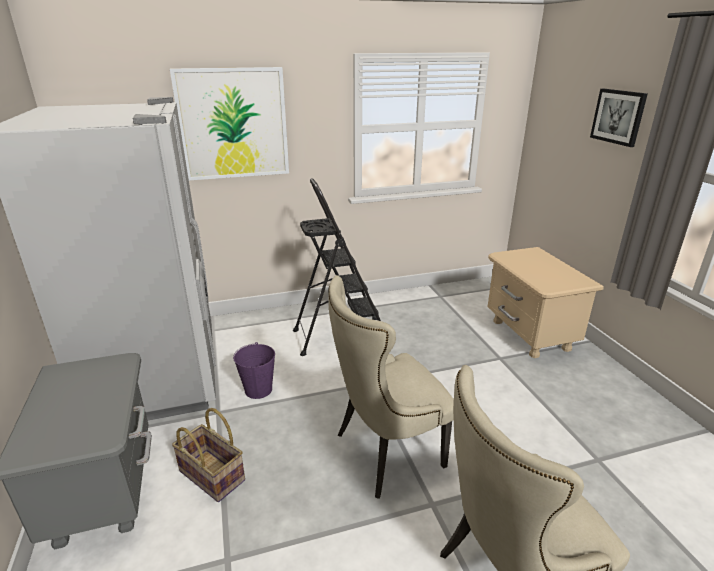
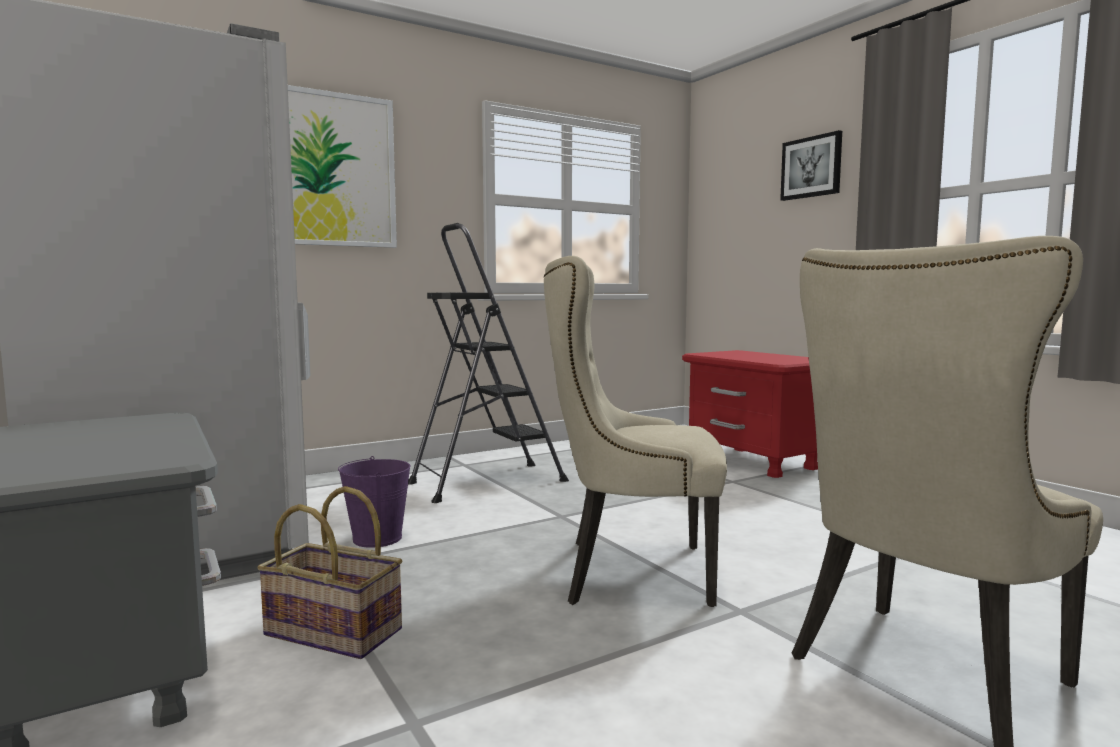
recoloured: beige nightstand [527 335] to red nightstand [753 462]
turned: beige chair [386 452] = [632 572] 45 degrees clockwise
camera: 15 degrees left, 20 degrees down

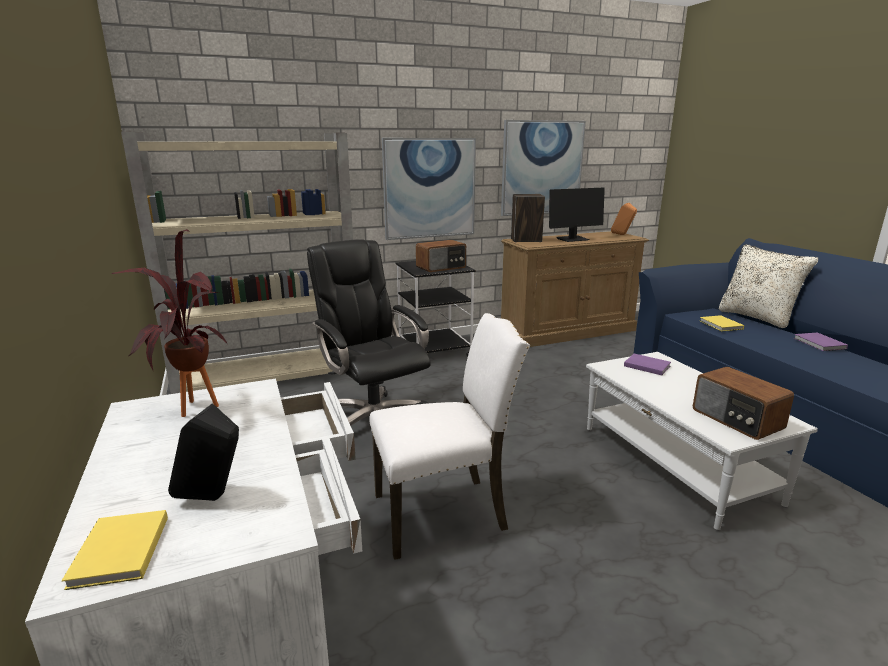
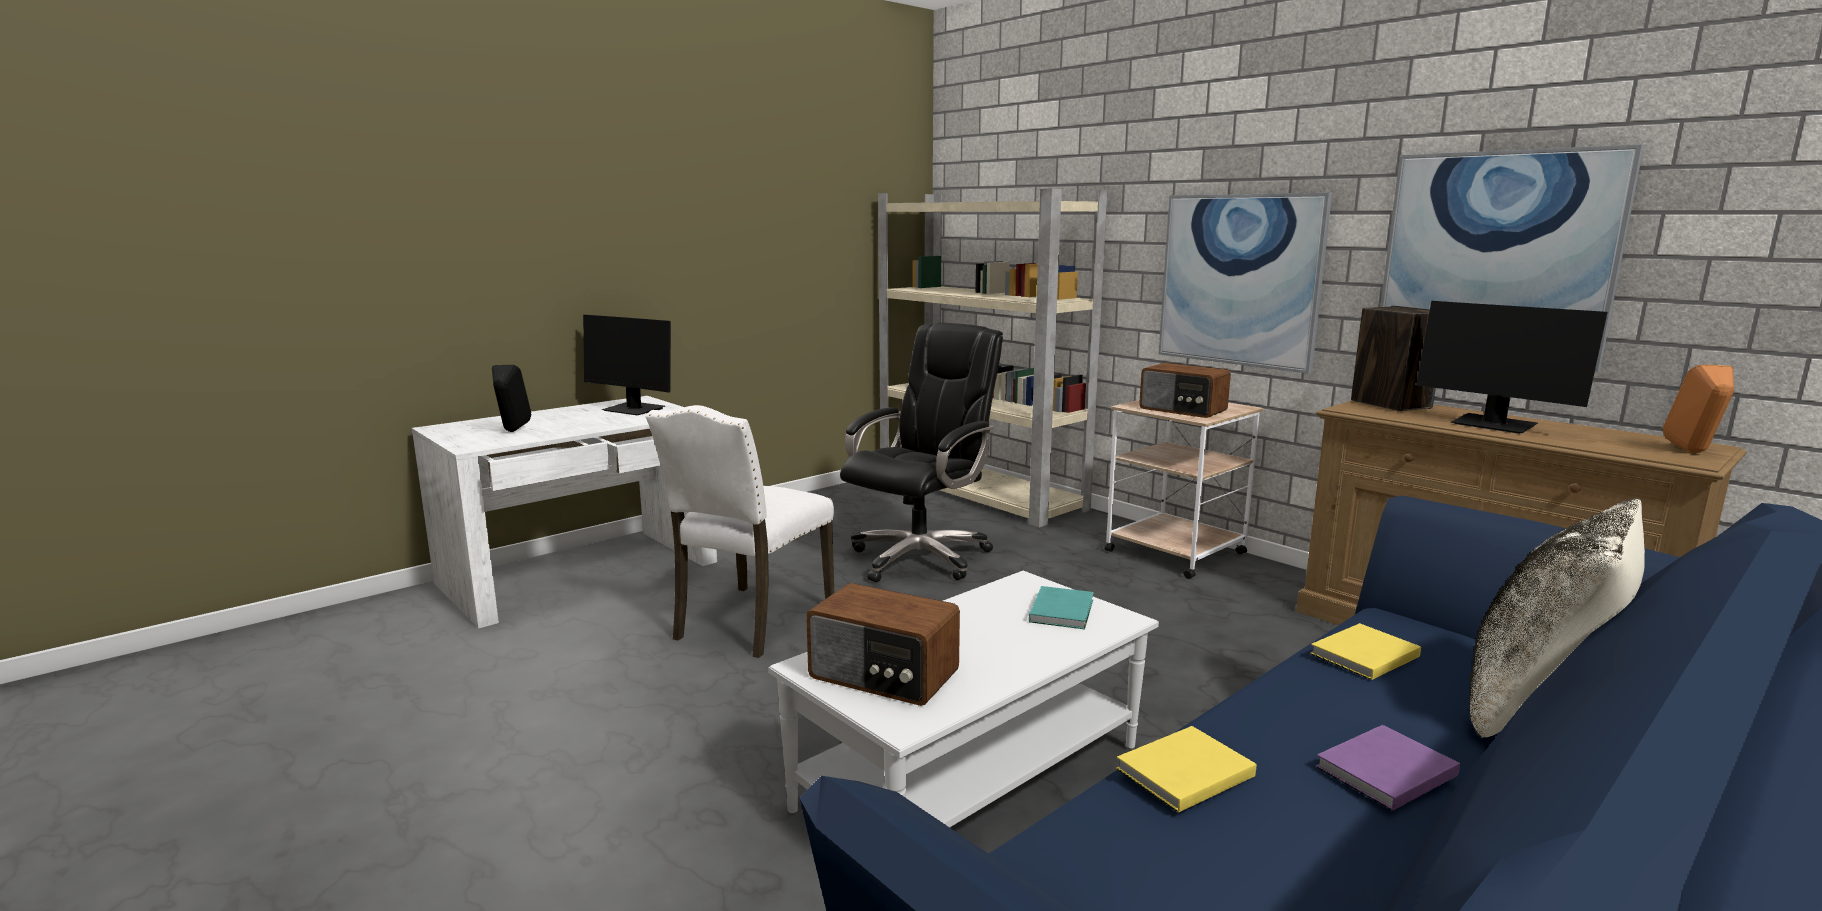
moved: yellow book [118 553] to [1181 772]
replaced: potted plant [191 413] to monitor [633 410]
recoloured: black cart [436 350] to beige cart [1177 553]; purple book [646 365] to turquoise book [1063 610]
turned: white chair [443 513] = [750 622] 60 degrees clockwise; radio [736 419] = [883 675] 105 degrees counterclockwise
camera: 70 degrees right, 5 degrees down

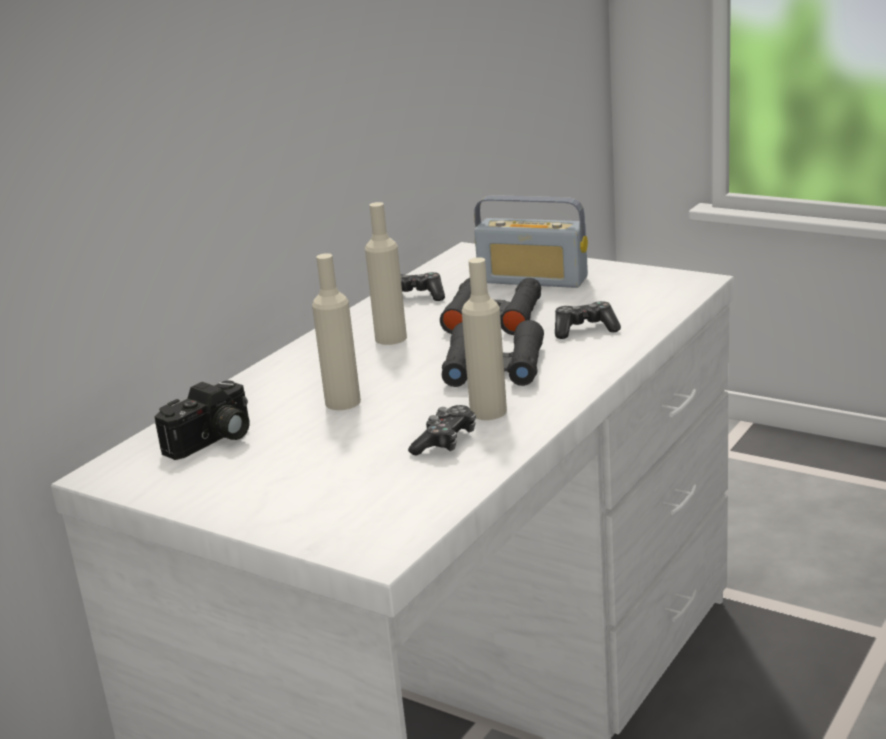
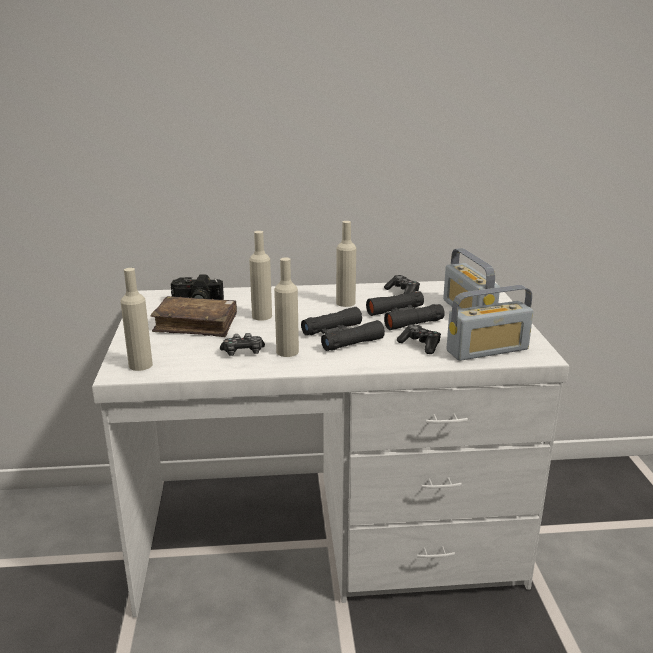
added: beige bottle [140 365]; brown book [196 325]; radio [487 350]
camera: 50 degrees right, 0 degrees up

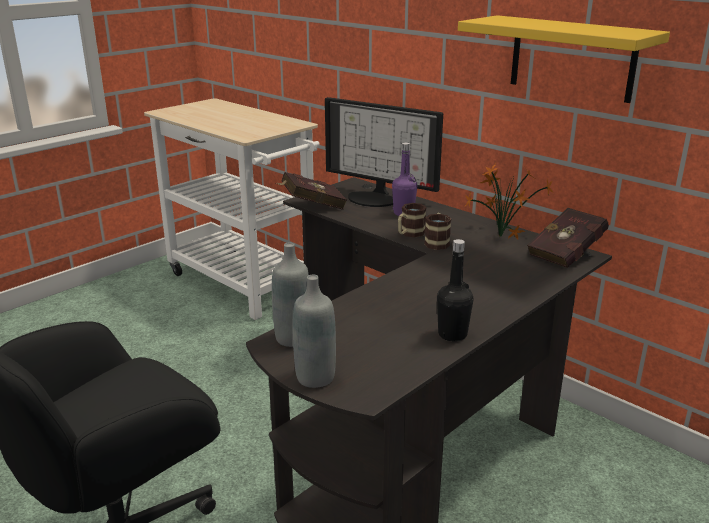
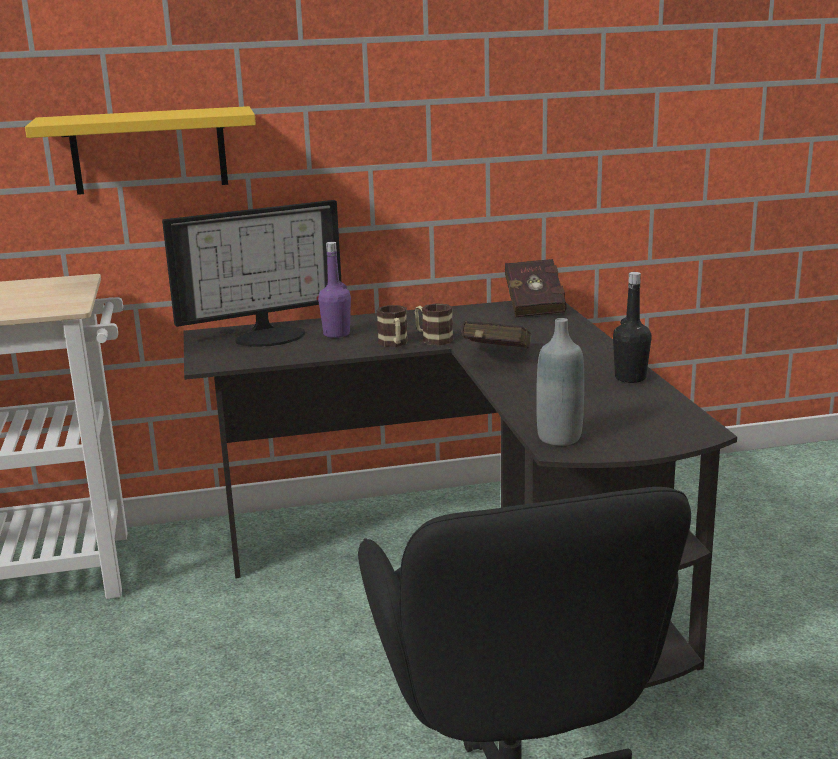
removed: grey bottle [315 377]; potted plant [499 236]
moved: red book [311 206] to [495 359]; yellow shelf [572 58] to [149 150]
camera: 55 degrees left, 5 degrees down

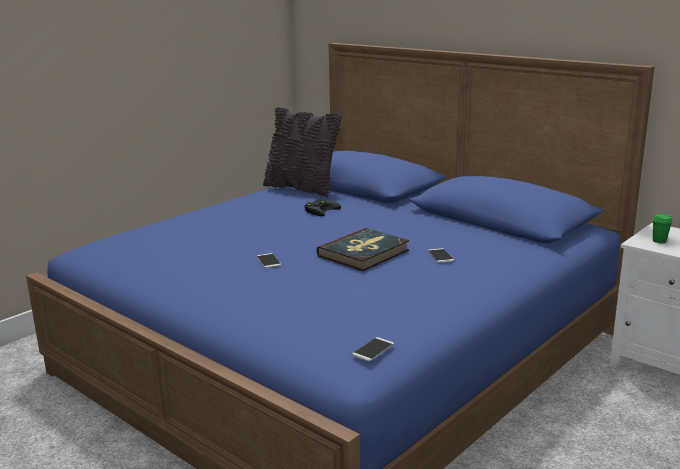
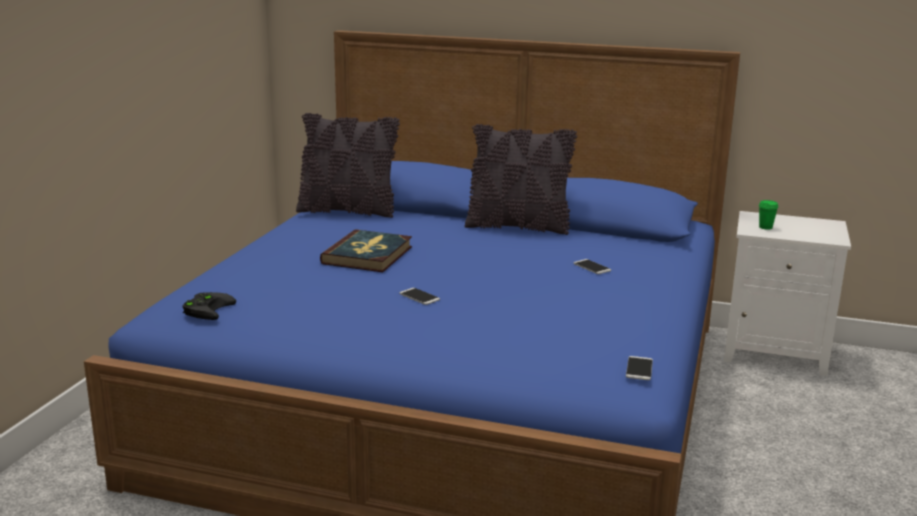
added: black pillow [518 227]
moved: black game controller [321 209] to [207 308]; book [364 253] to [368 255]
camera: 25 degrees left, 0 degrees up

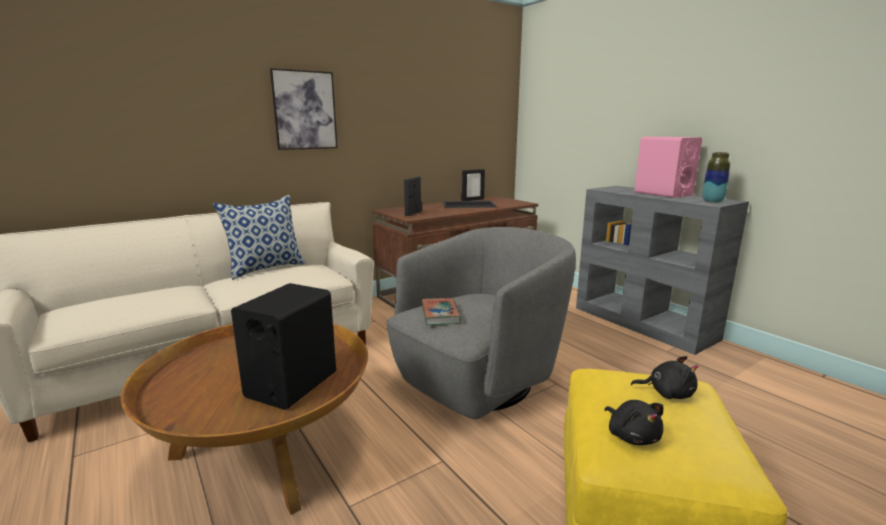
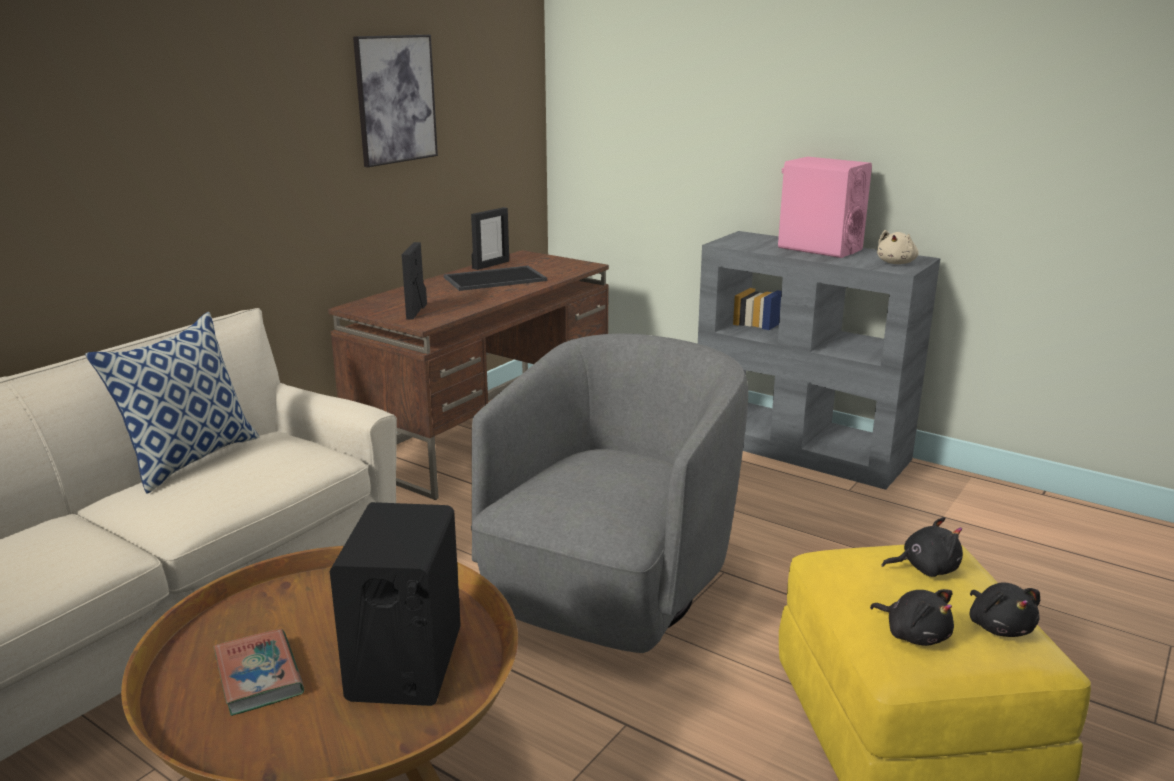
added: black plush toy [999 627]
moved: picture [304 110] to [395 99]; book [440 315] to [259 676]
replaced: vase [712 201] to beige plush toy [896 263]
camera: 20 degrees left, 5 degrees up

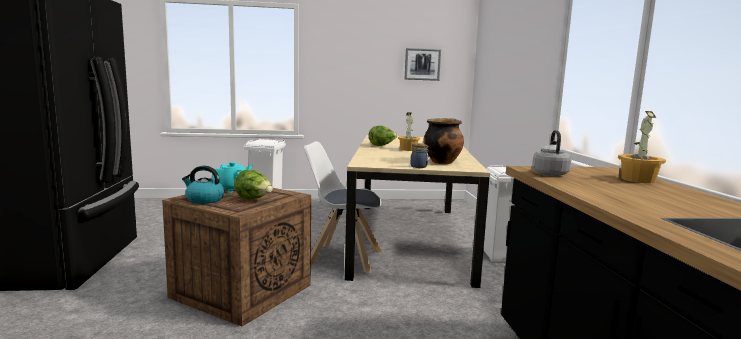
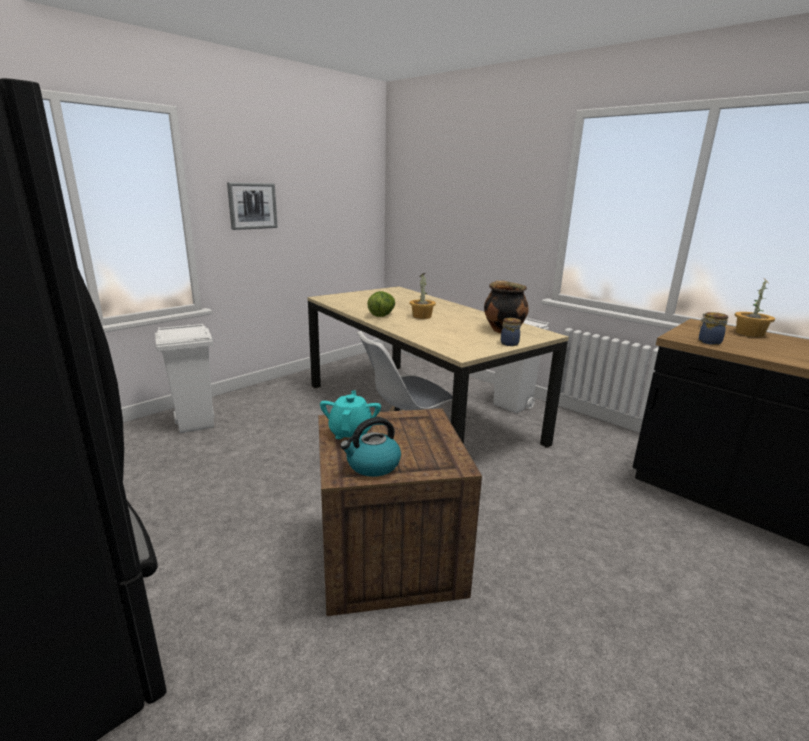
removed: lettuce [254 199]
moved: picture [422 64] to [252 206]
replaced: grey kettle [549 174] to jar [708 341]
camera: 40 degrees left, 10 degrees up

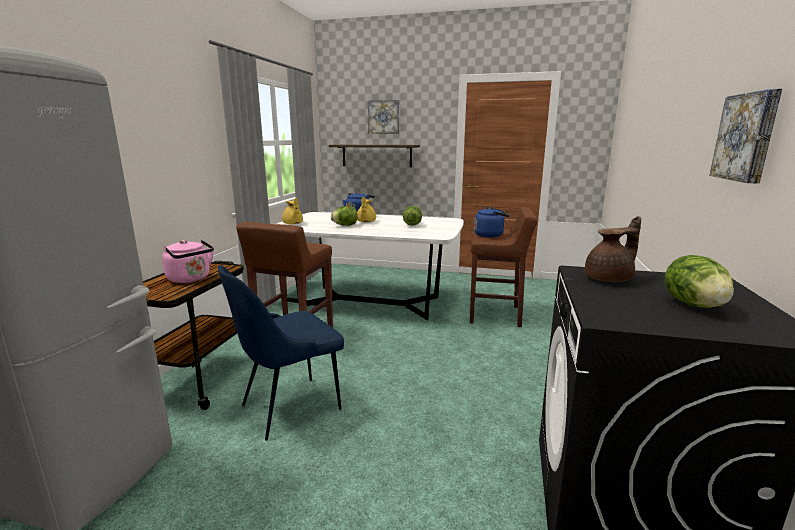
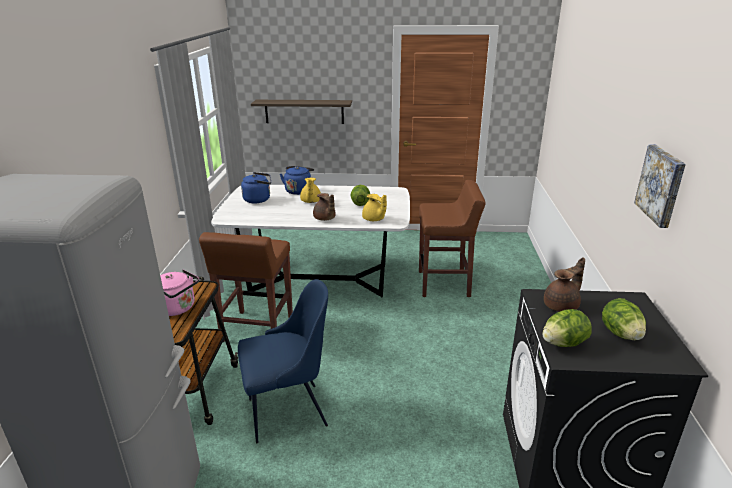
removed: picture [384 117]
added: brown teapot [325 219]
moved: yellow teapot [293 224] to [374 219]; lettuce [345 225] to [563 343]; blue kettle [490 235] to [259 199]
turned: blue chair [290 408] = [288 412] 150 degrees counterclockwise
camera: 10 degrees left, 10 degrees up

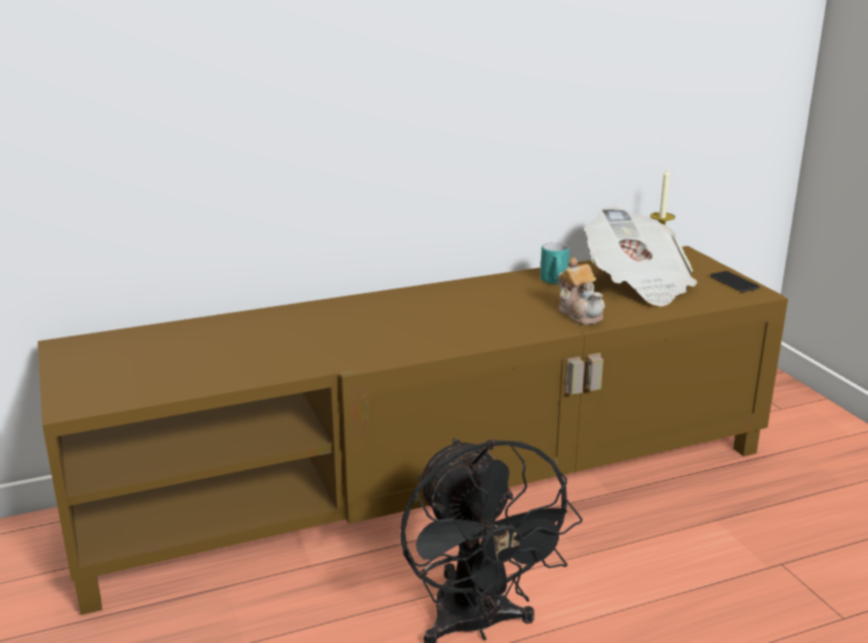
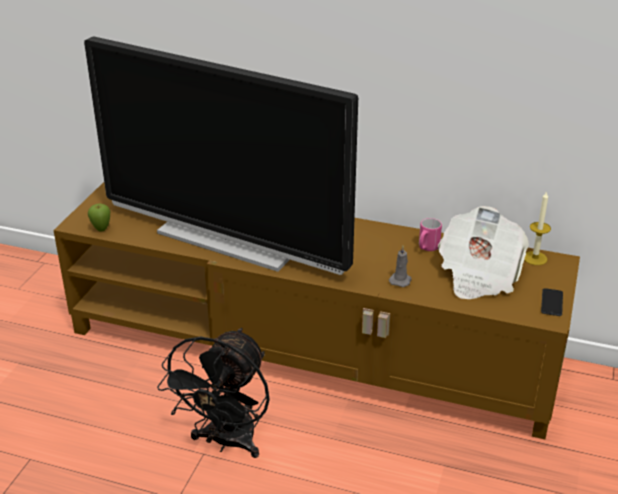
added: television [228 241]; apple [101 229]
replaced: teapot [580 313] to grey candle [400 280]
recoloured: turquoise mug [554 282] to pink mug [427 248]
camera: 40 degrees right, 10 degrees up

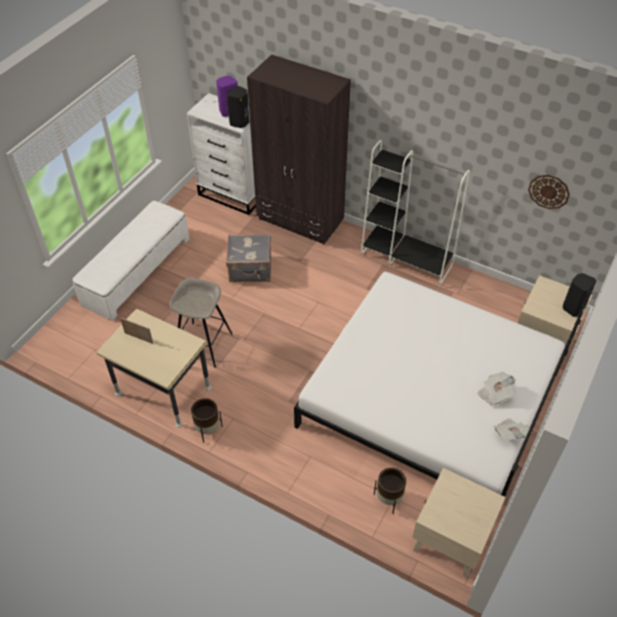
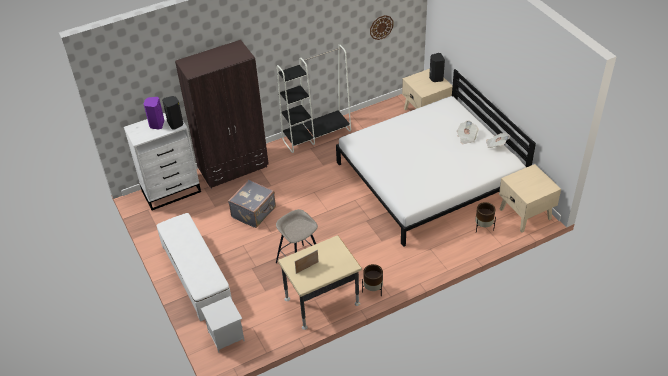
added: grey nightstand [225 336]
camera: 55 degrees left, 5 degrees down

